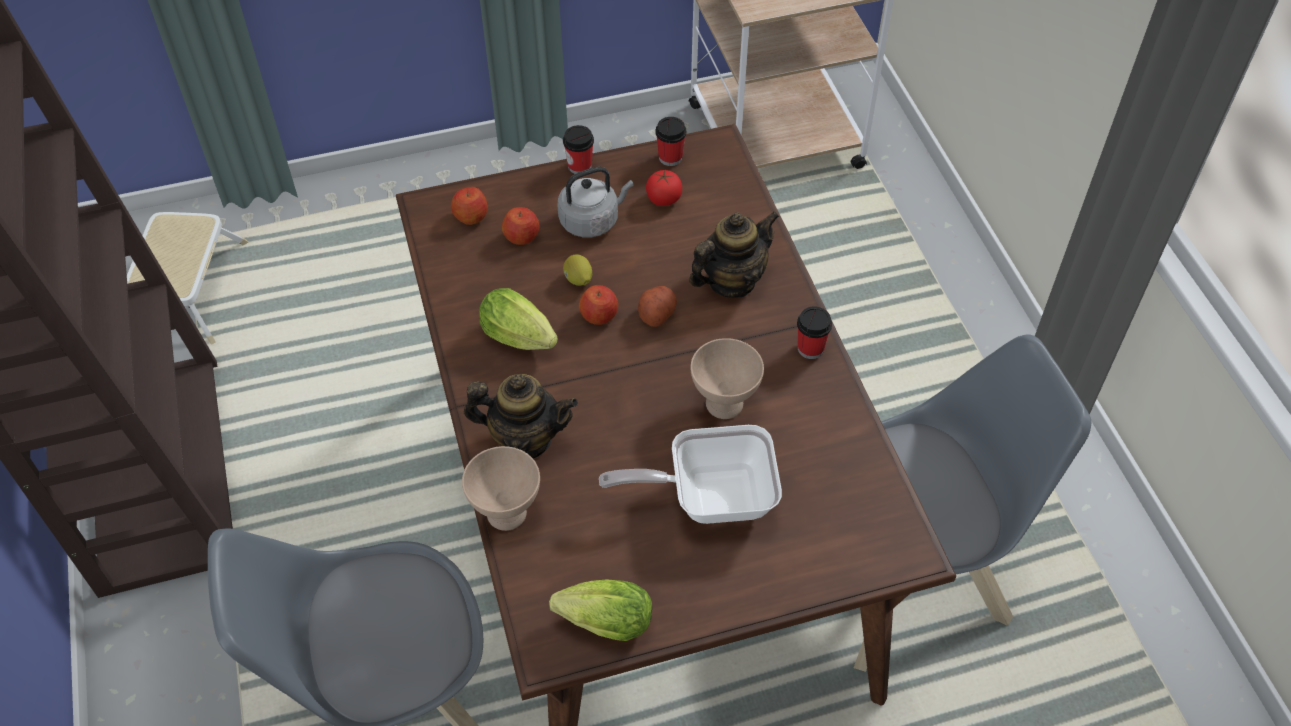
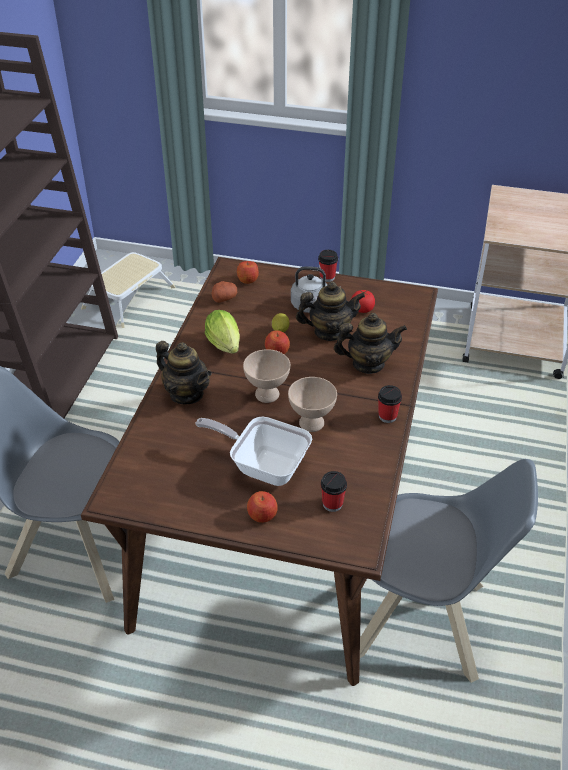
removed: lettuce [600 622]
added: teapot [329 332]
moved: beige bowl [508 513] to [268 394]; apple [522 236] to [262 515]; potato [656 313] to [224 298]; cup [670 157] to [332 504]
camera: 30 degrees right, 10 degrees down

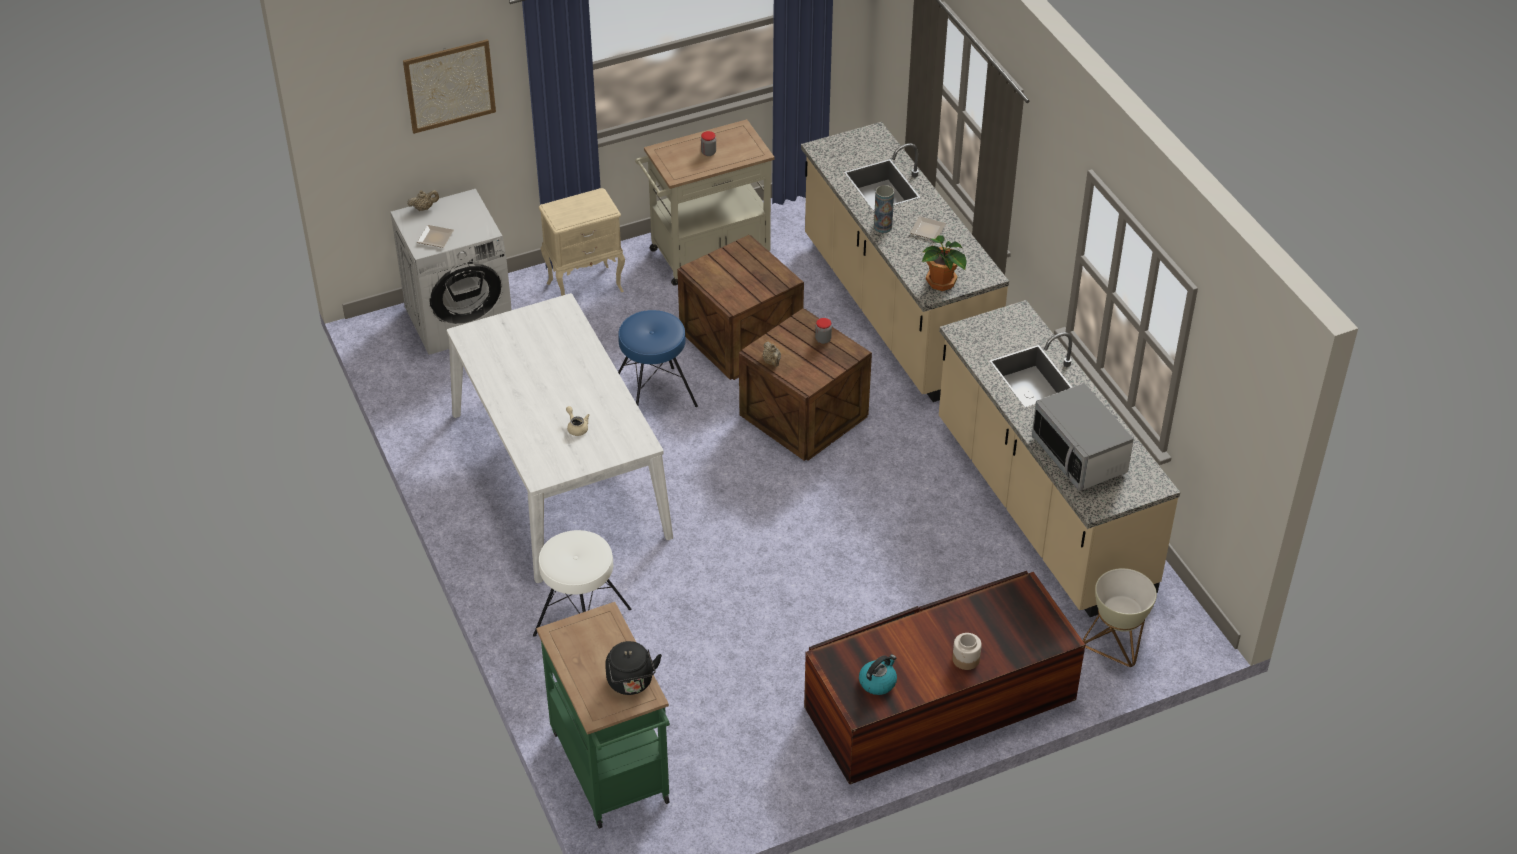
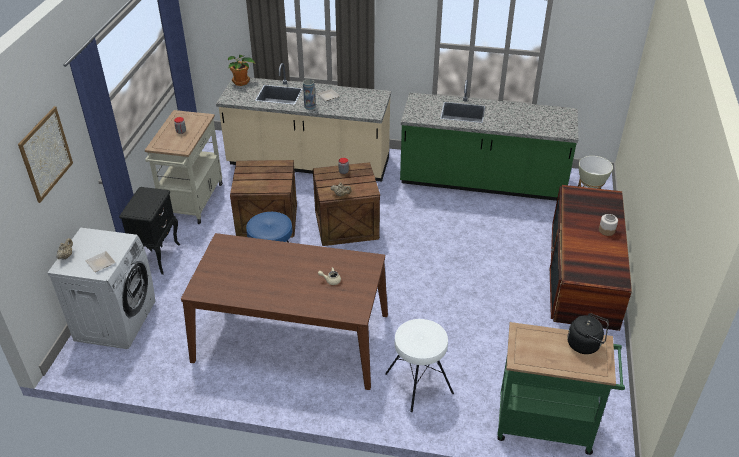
removed: kettle [878 682]; microwave [1079 455]
moved: potted plant [941 283] to [241 82]
recoloured: white dining table [559 474] to brown dining table [291 337]; beige nightstand [585 287] to black nightstand [157 257]; beige counter [1041 508] to green counter [482 182]
camera: 55 degrees left, 5 degrees down

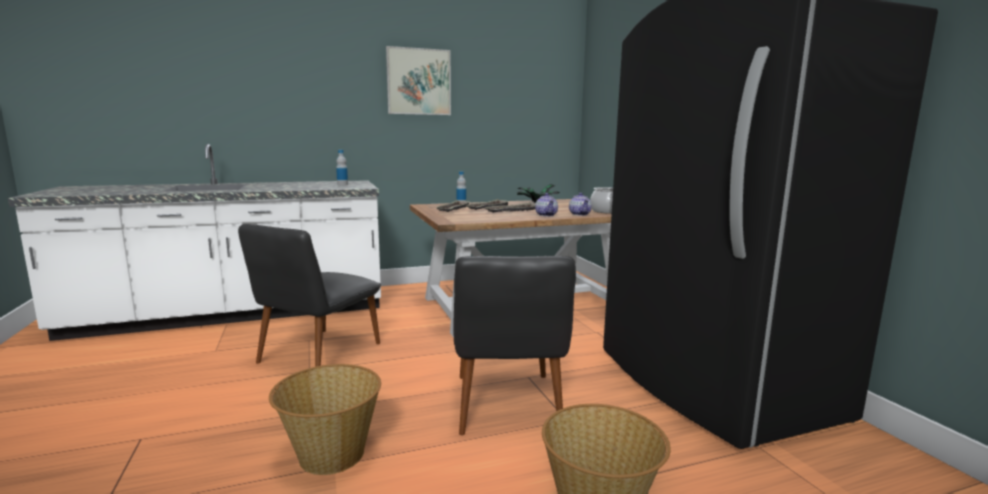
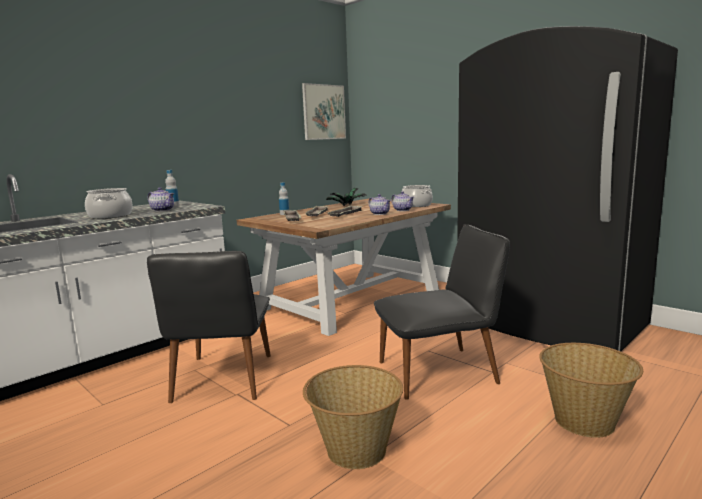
added: cooking pot [110 216]; teapot [162 210]
moved: picture [419 82] to [324 112]
turned: black chair [506 402] = [437 372] 75 degrees counterclockwise
camera: 25 degrees left, 0 degrees up

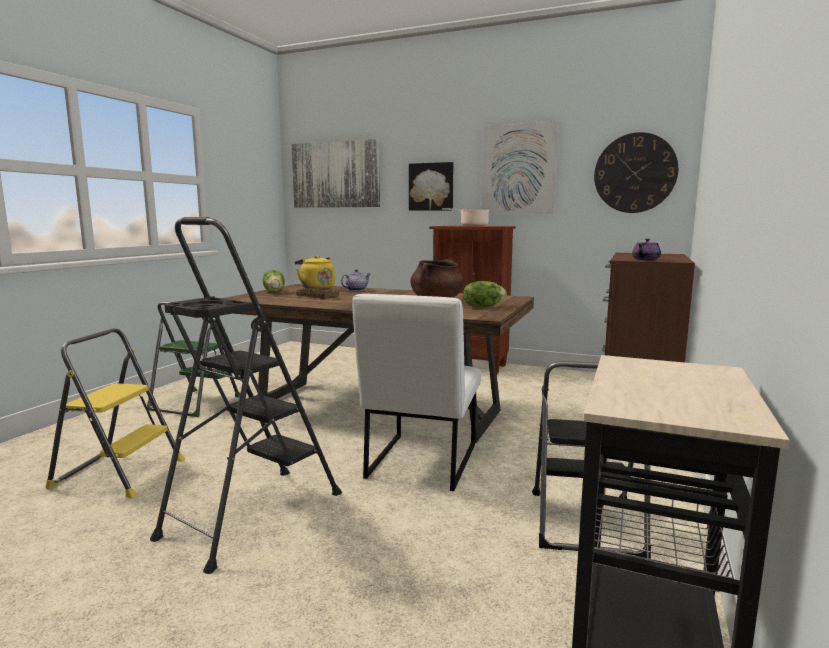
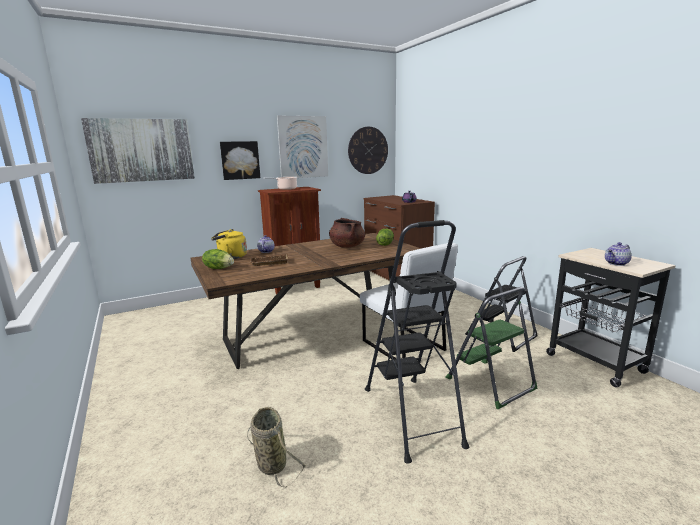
added: teapot [617 264]
moved: green step ladder [192 404] to [492 384]
replaced: yellow step ladder [115 472] to basket [270 462]
camera: 50 degrees left, 5 degrees up

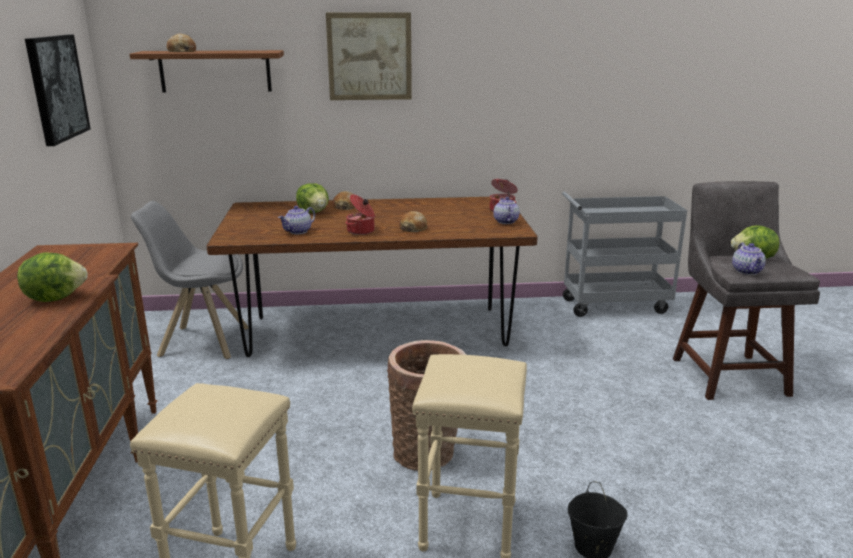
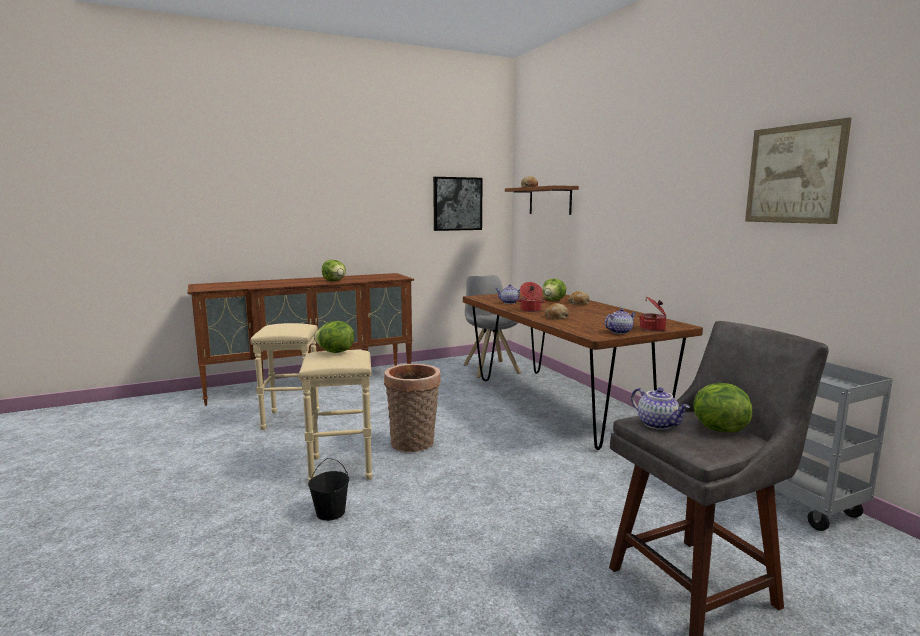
added: lettuce [335 352]
moved: picture [369 56] to [794 174]
turned: teapot [747 271] = [658 424] 105 degrees counterclockwise
camera: 70 degrees right, 10 degrees down

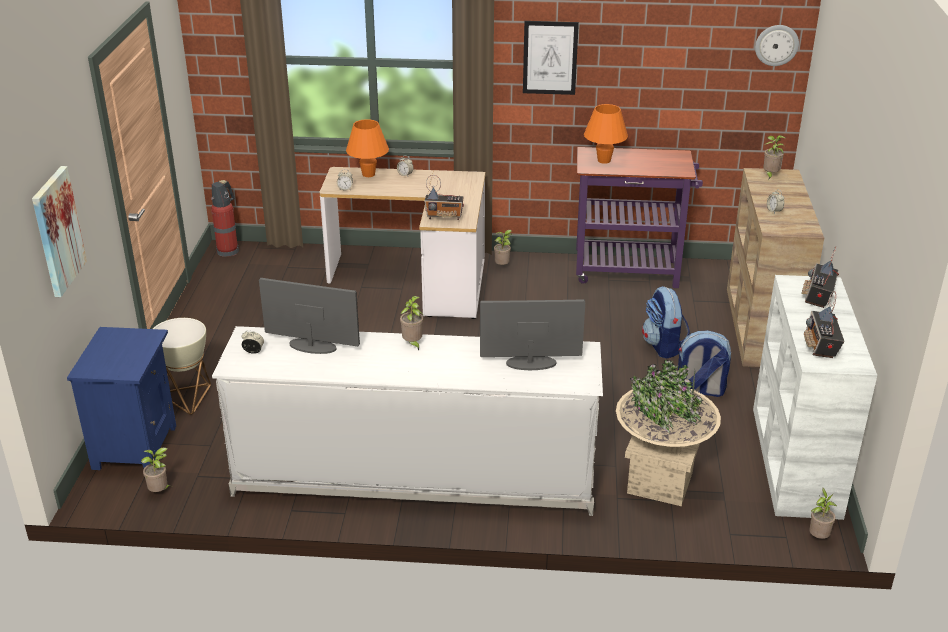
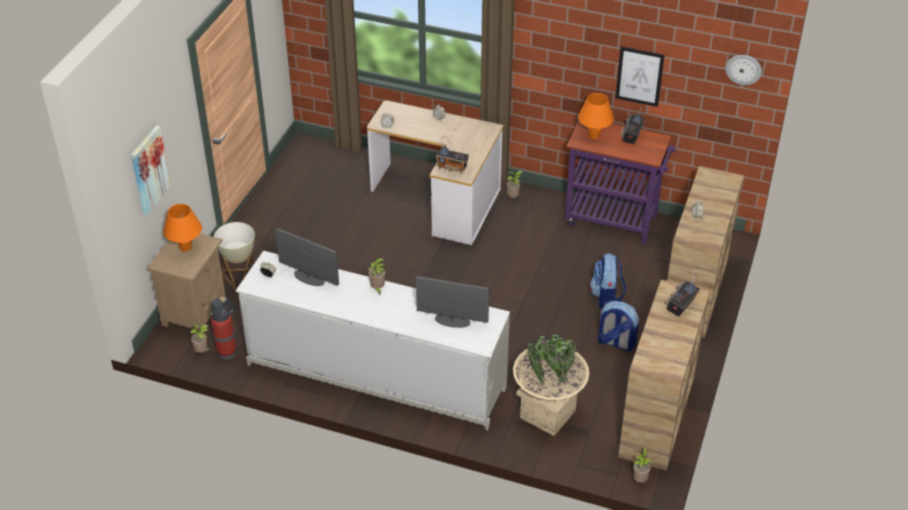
removed: potted plant [770 175]
moved: fire extinguisher [228 251] to [228 351]; orange table lamp [368 174] to [185 247]; picture [550 57] to [639 76]; radio [821 347] to [631 137]
recoloured: blue nightstand [137 446] to beige nightstand [196 312]; white bookcase [797 461] to brown bookcase [658 417]
camera: 15 degrees right, 10 degrees up

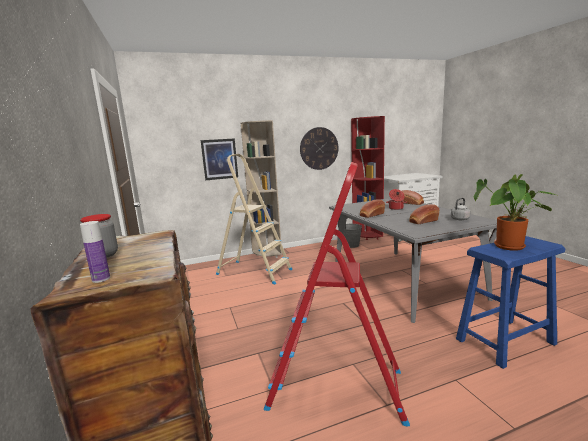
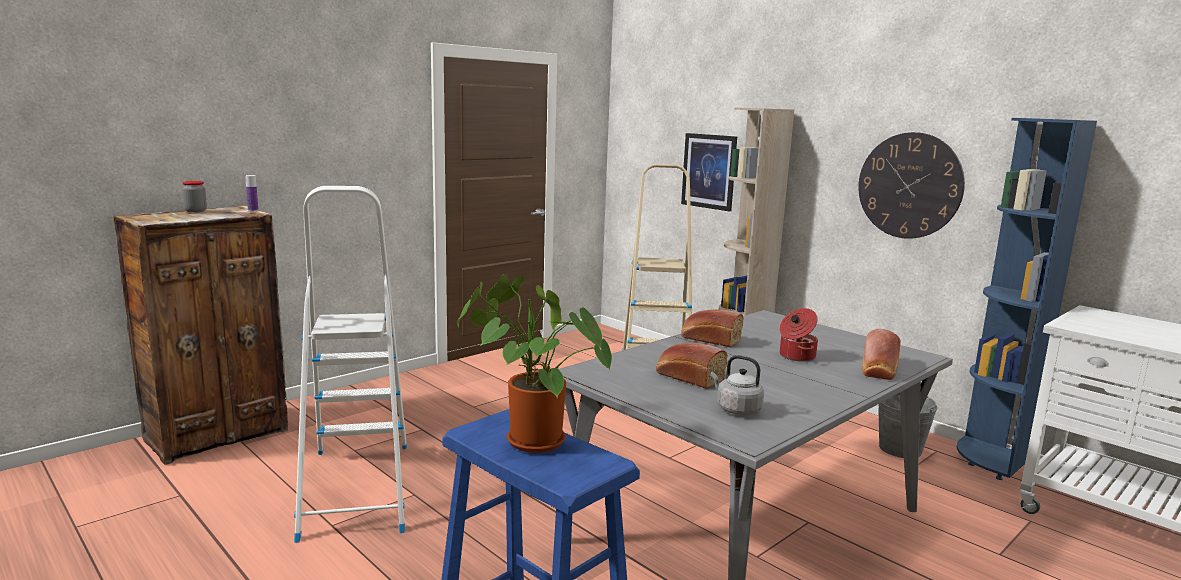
moved: bottle [101 279] to [253 210]
recoloured: red step ladder [334 389] to white step ladder [357 487]; red bookcase [367 238] to blue bookcase [988 465]
camera: 65 degrees right, 0 degrees up

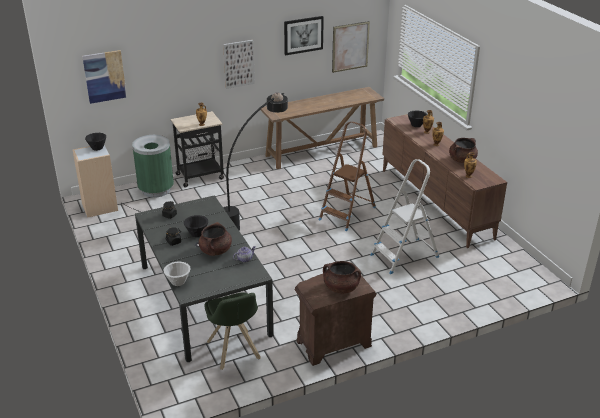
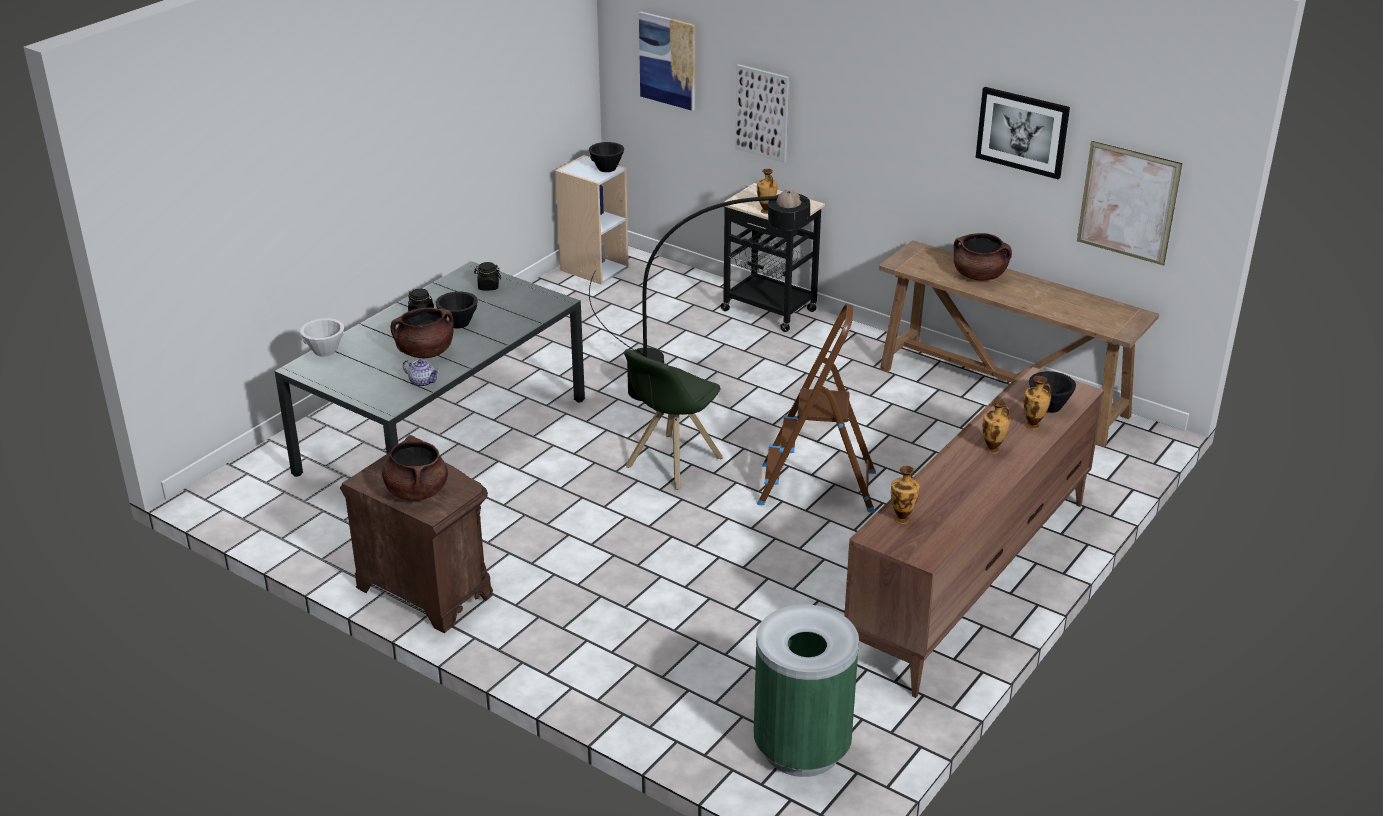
removed: white step ladder [404 256]
moved: green trash can [156 190] to [801 749]; green chair [234 350] to [673 462]; picture [239 64] to [762 113]; brown cooking pot [462 160] to [979 276]
camera: 60 degrees right, 0 degrees up

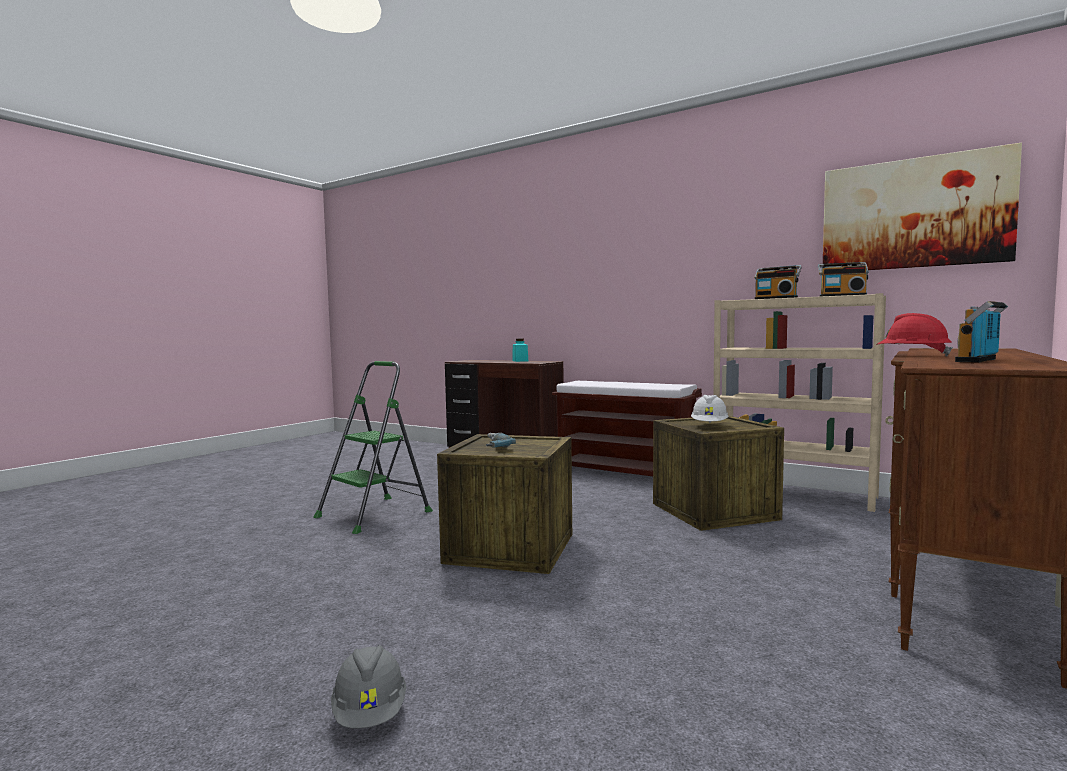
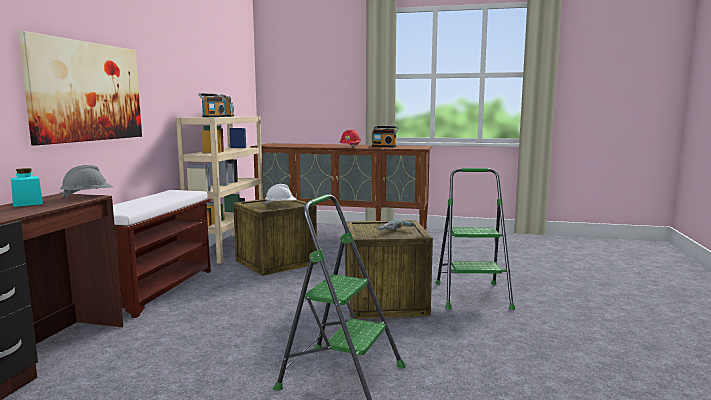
added: green step ladder [472 294]
moved: grey hard hat [370 713] to [88 196]; picture [913 213] to [87 92]
camera: 110 degrees left, 5 degrees up

